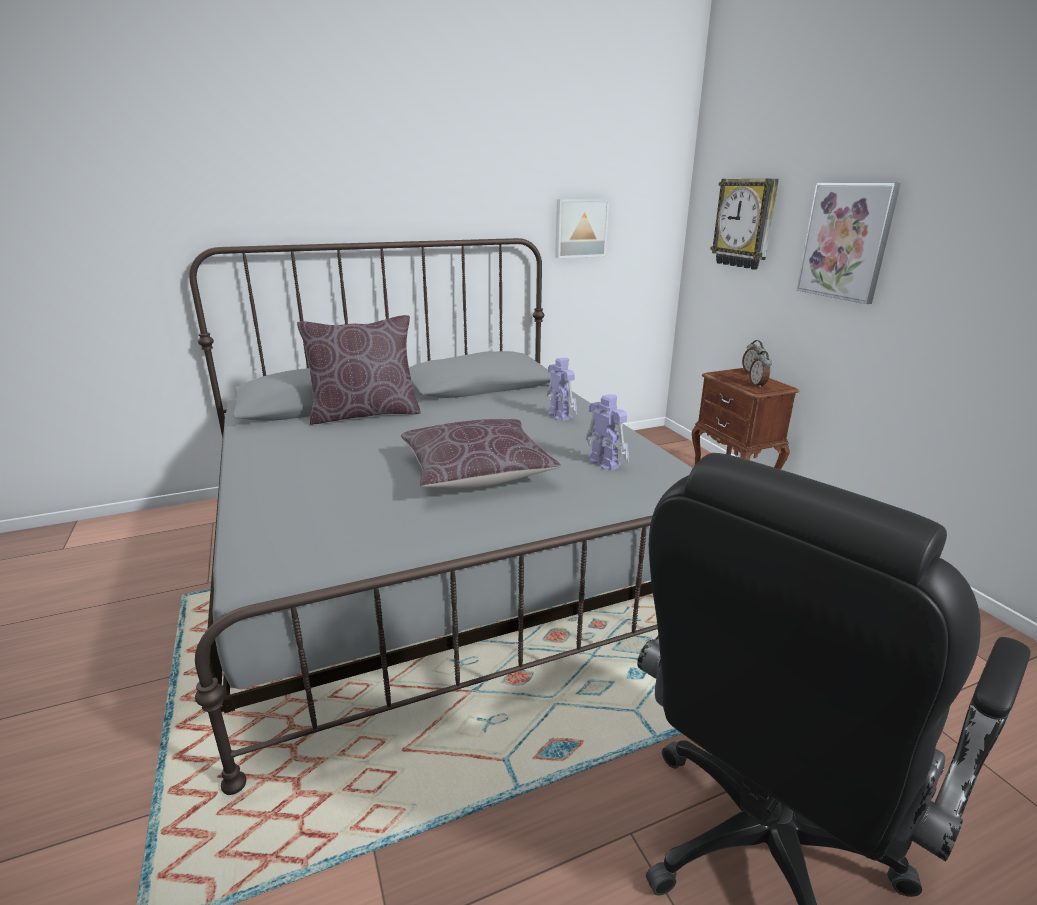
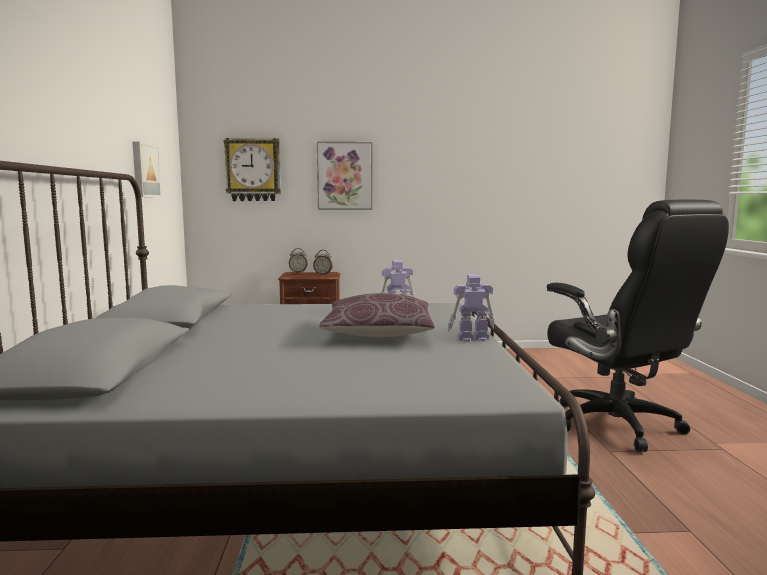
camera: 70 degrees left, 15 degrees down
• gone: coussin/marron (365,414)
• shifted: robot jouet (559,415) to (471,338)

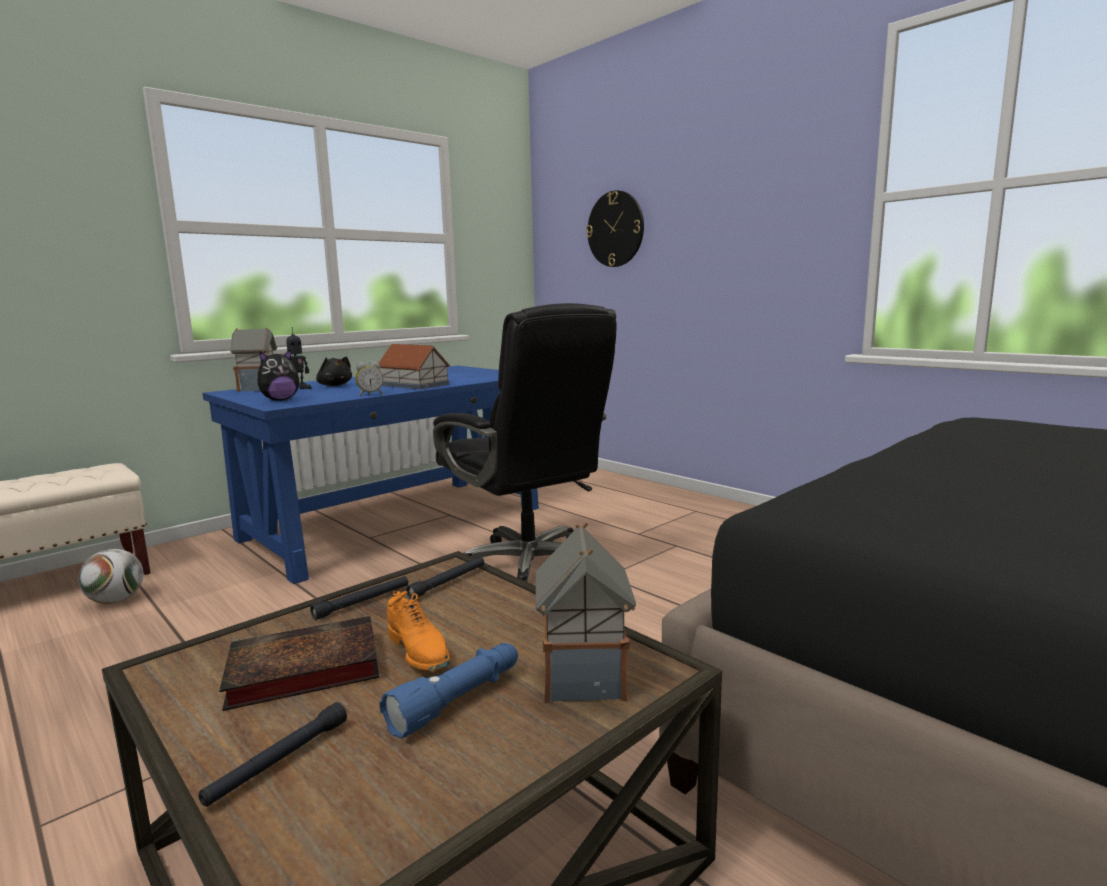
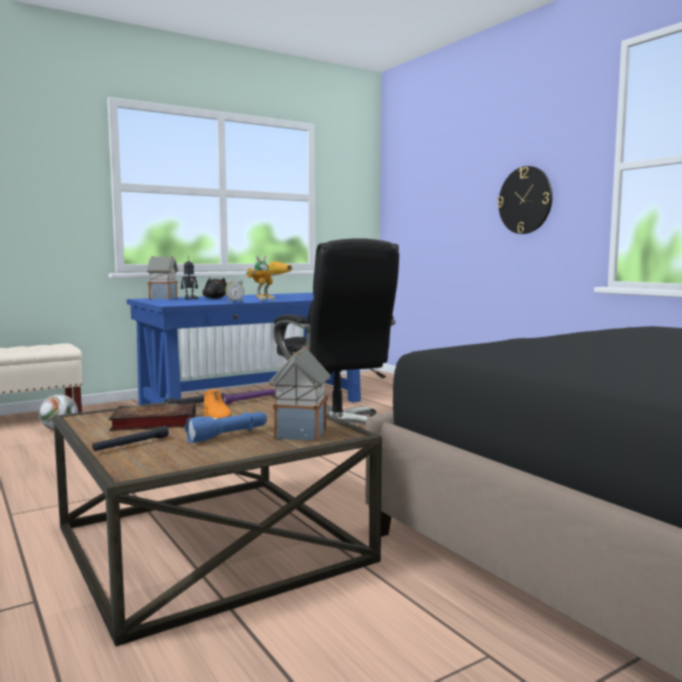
camera: 10 degrees right, 5 degrees down
• gone: peluche (280,400)
• swapped: maison miniature (414,385) to robot jouet (269,299)
• repainted: lampe de poche/noir (448,582) to lampe de poche/violet (250,399)
• shifted: horloge murale (615,229) to (525,200)

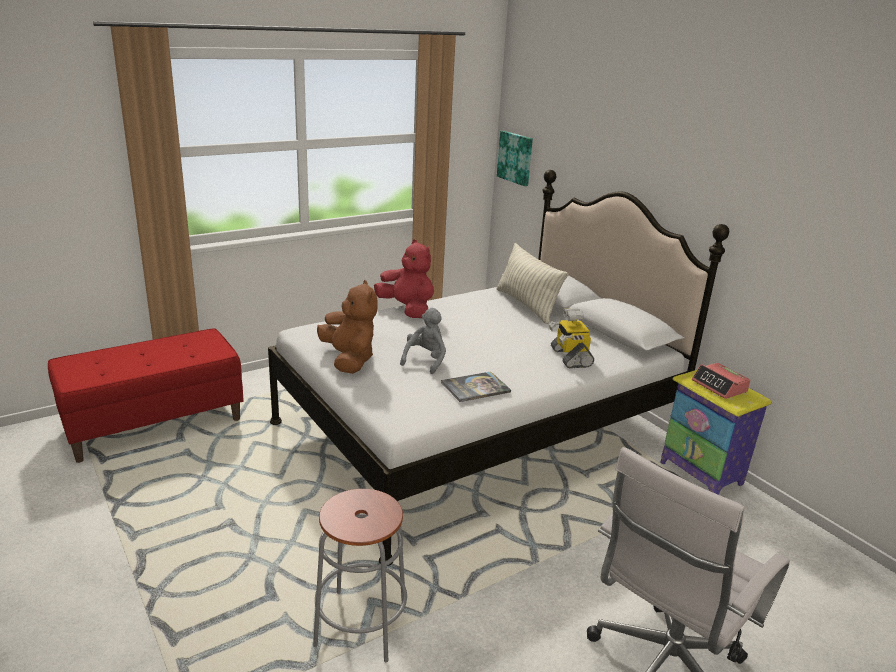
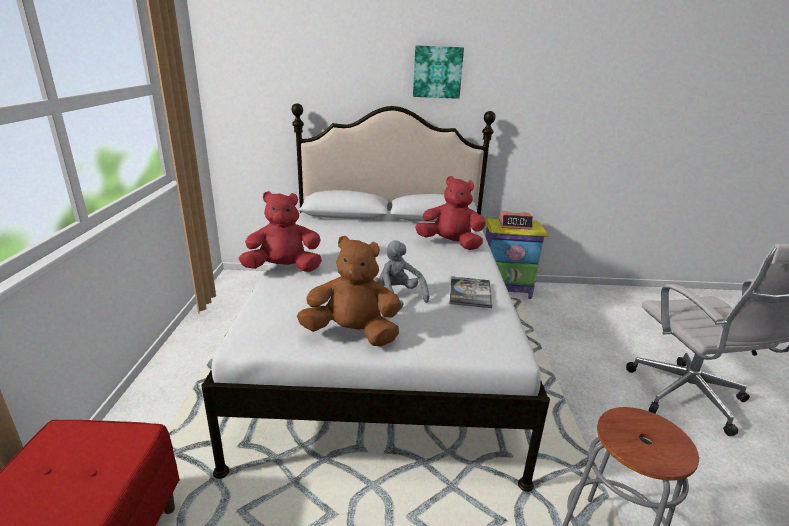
camera: 55 degrees left, 0 degrees up
• shifted: tableau (516,158) to (437,72)
• gone: coussin (526,305)
• swapped: robot jouet (569,357) to peluche/rouge (450,244)

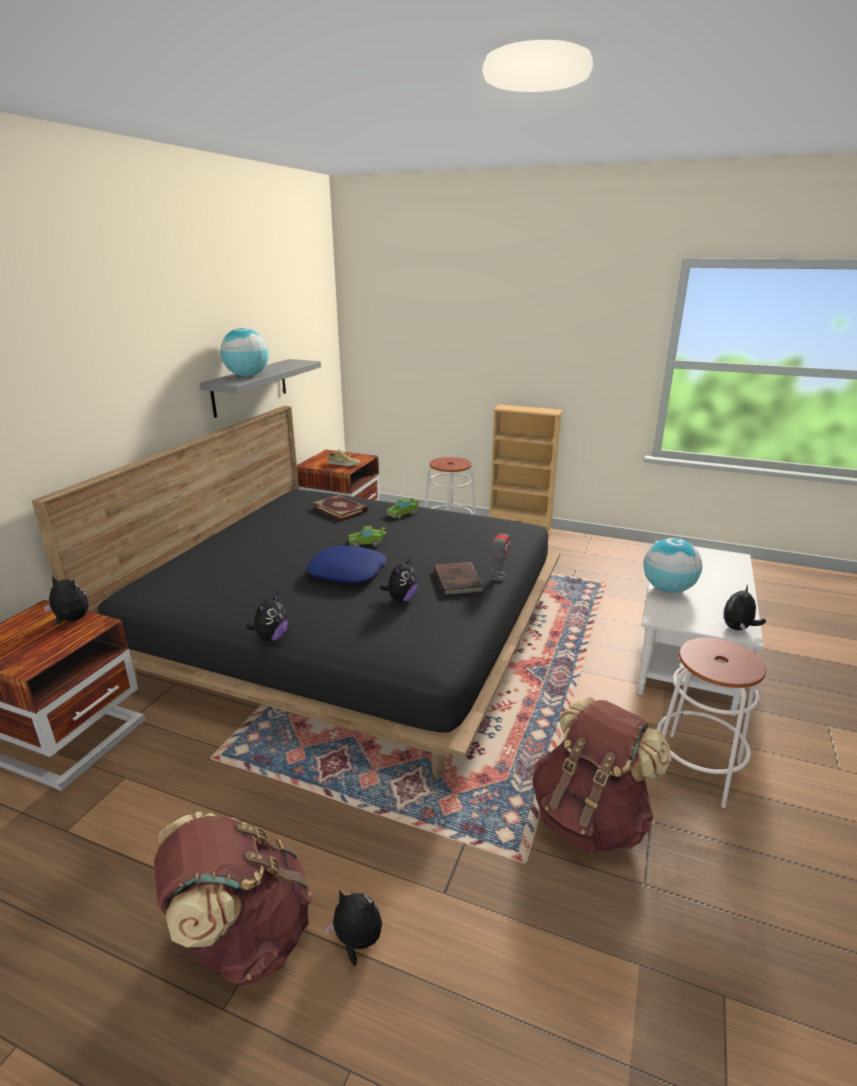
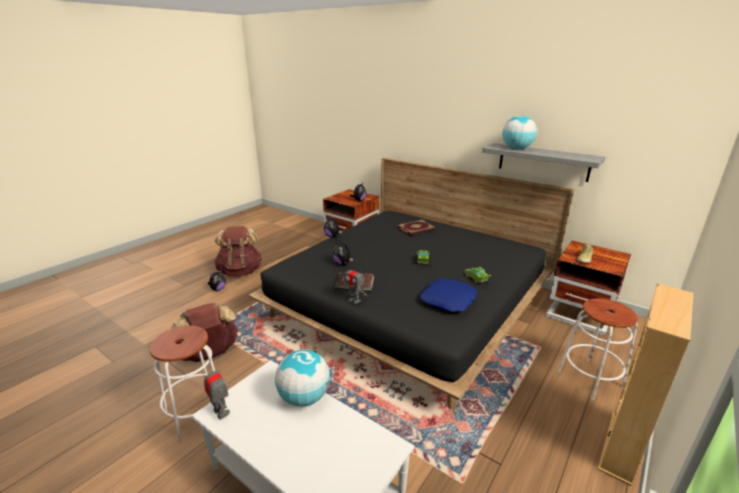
camera: 105 degrees right, 0 degrees up
• shifted: coussin/bleu (347,571) to (448,300)
• shifted: livre (340,509) to (416,229)
• swapped: peluche (738,628) to robot jouet (221,412)

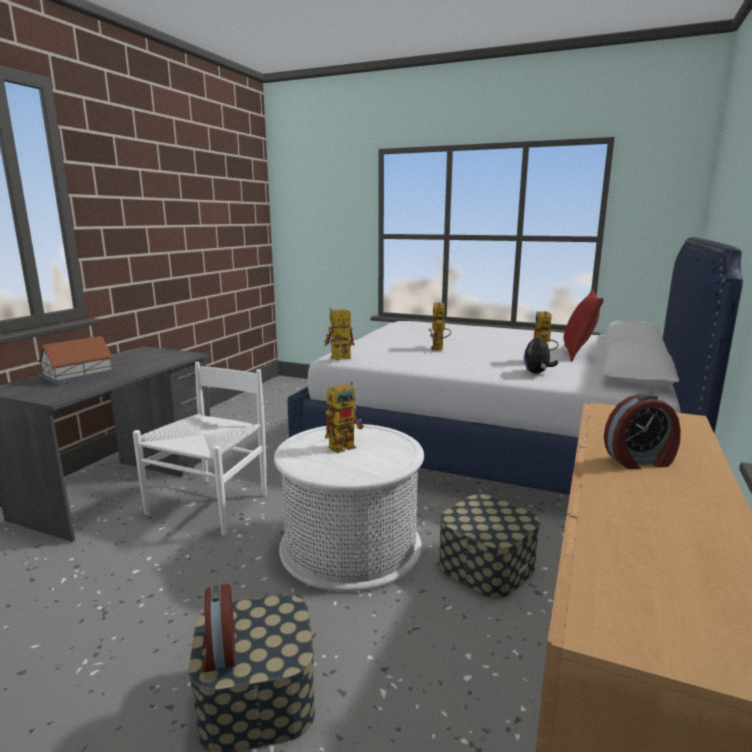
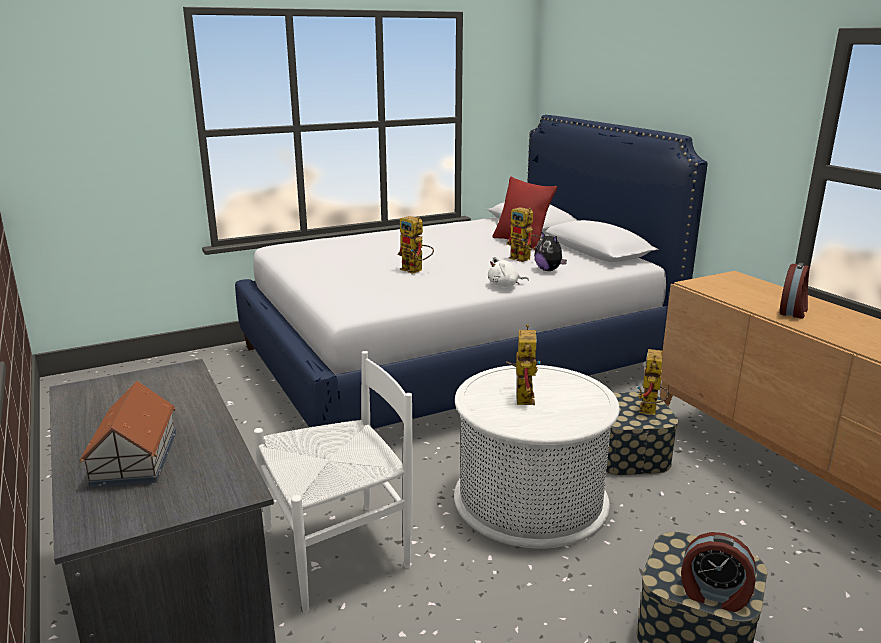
camera: 50 degrees left, 5 degrees up
• rotated: chaise/blanc (212,505) = (339,551) 90 degrees clockwise
• shifted: robot jouet (337,359) to (650,412)
• new: peluche/blanc (505,285)

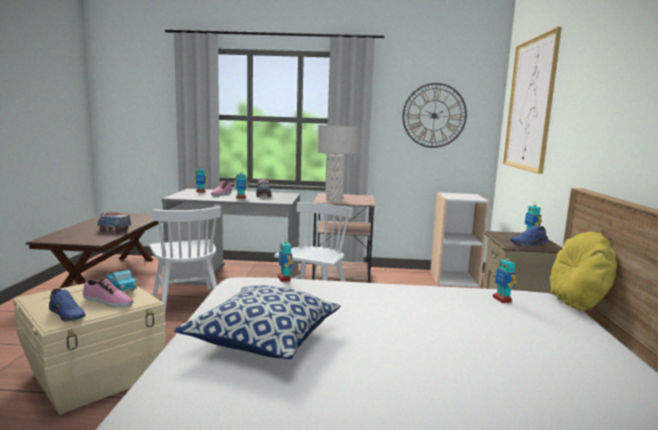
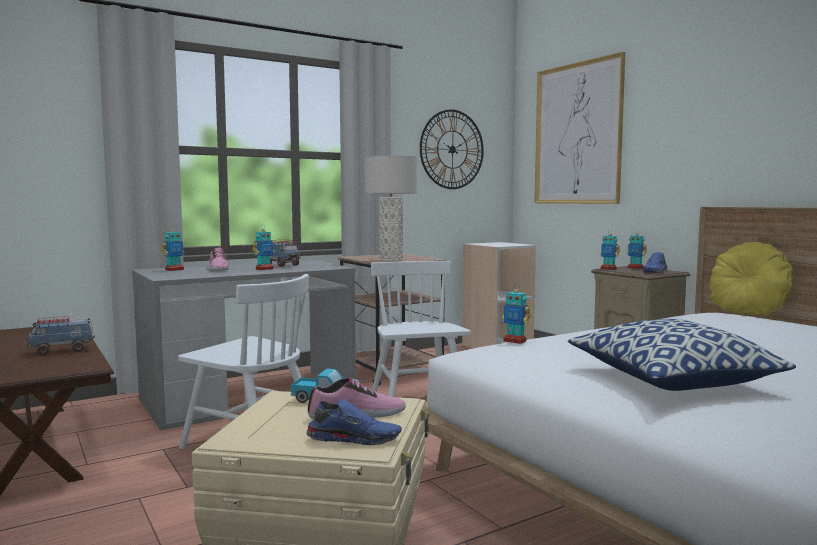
camera: 35 degrees left, 5 degrees down
• shifted: robot jouet (502,299) to (608,268)

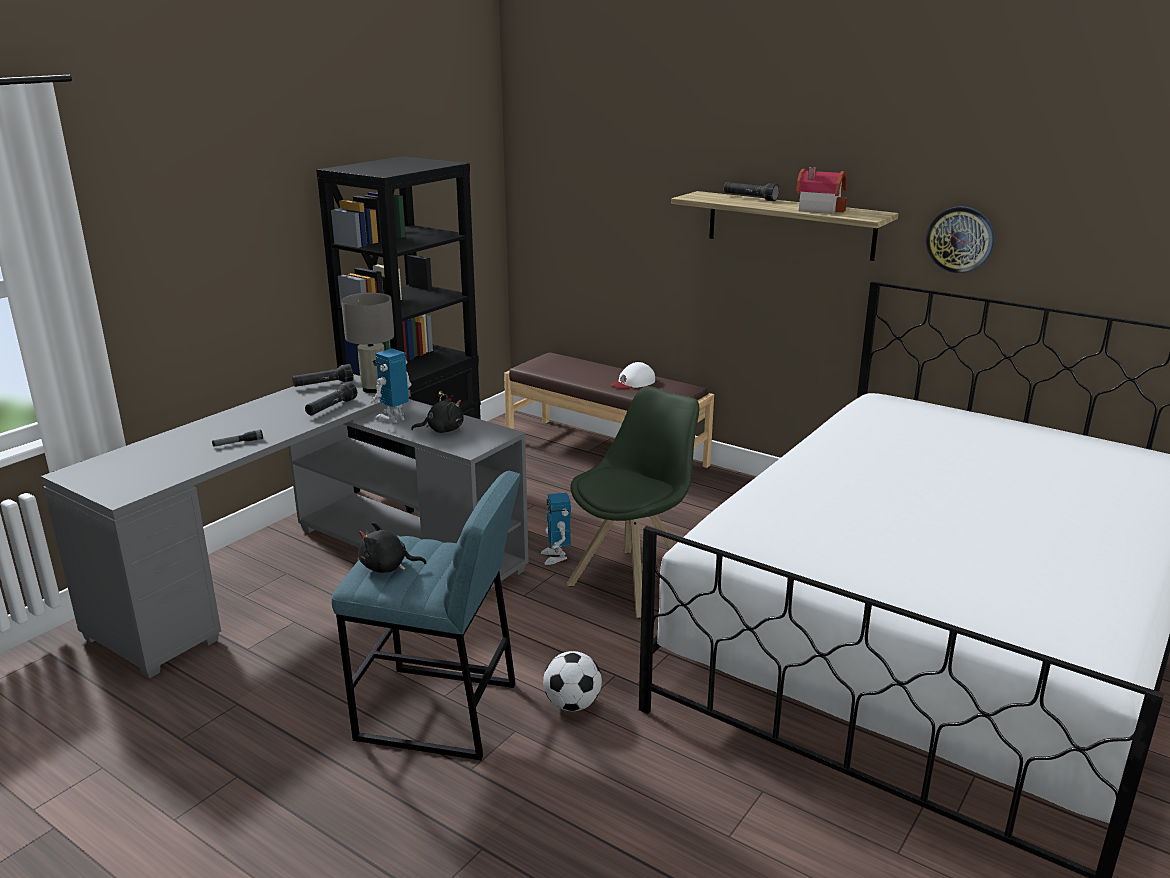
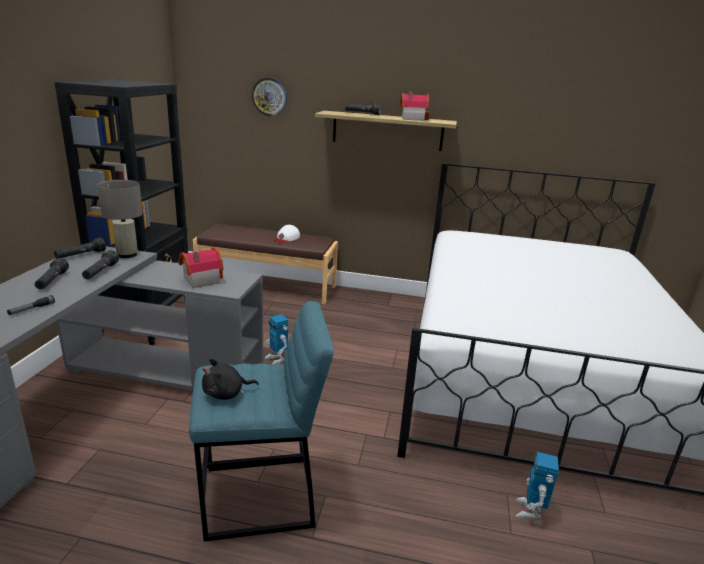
camera: 25 degrees left, 0 degrees up
• shifted: robot jouet (393,418) to (530,511)
• swapped: peluche/noir (442,430) to maison miniature (200,279)
• gone: ballon de foot (572,704)
• gone: chaise/vert (633,581)
• shifted: horloge murale (960,239) to (269,97)
• new: lampe de poche/noir (52,281)

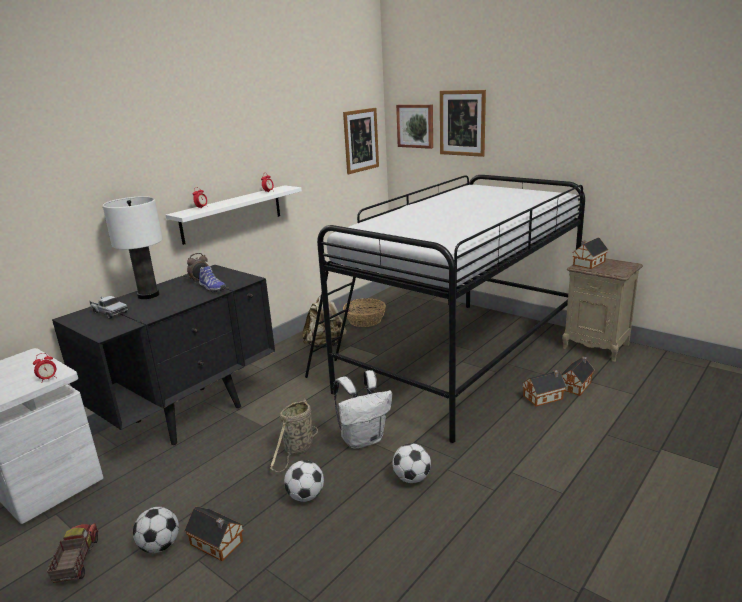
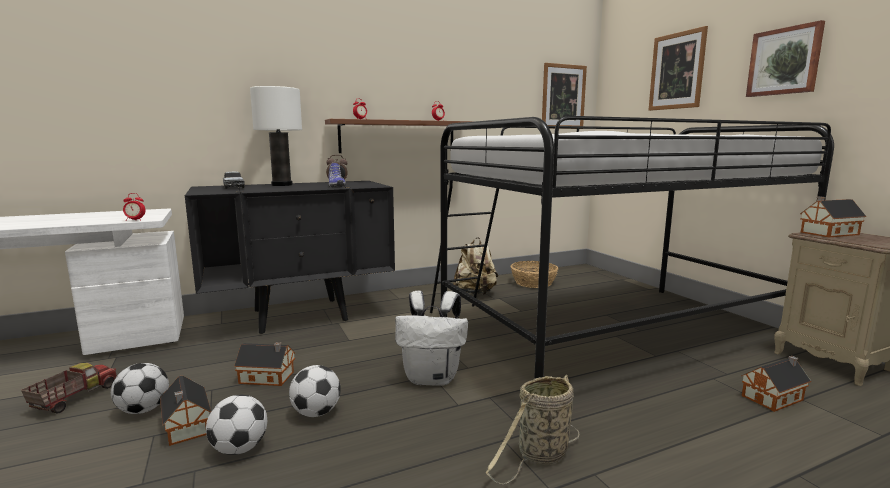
camera: 25 degrees right, 10 degrees down
• repainted: étagère/blanc (232,214) to étagère/marron (398,137)
• shifted: panier (298,449) to (540,456)
• shifted: ballon de foot (411,478) to (239,448)
• shifted: tableau (415,126) to (784,61)
• shifted: maison miniature (544,397) to (268,378)

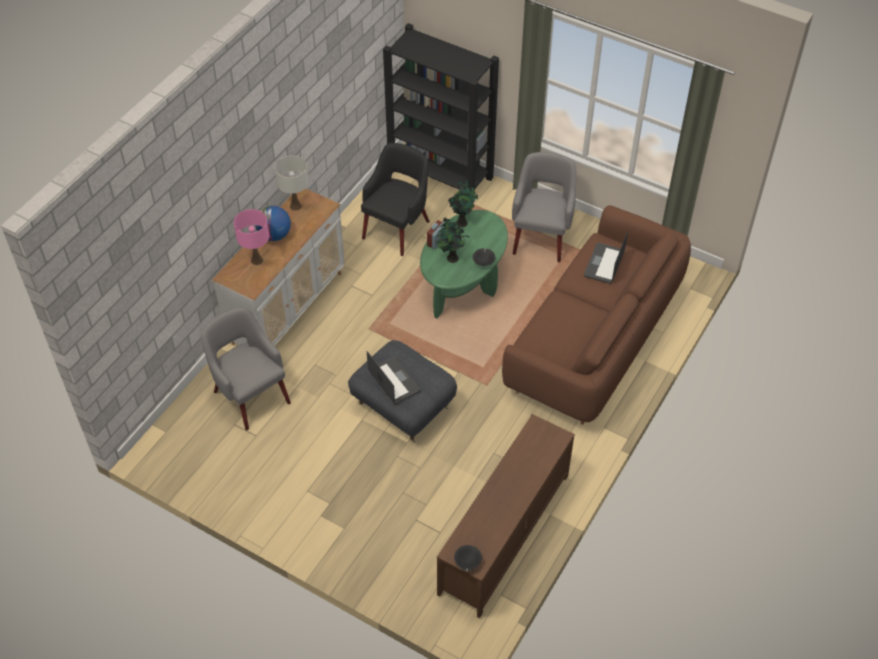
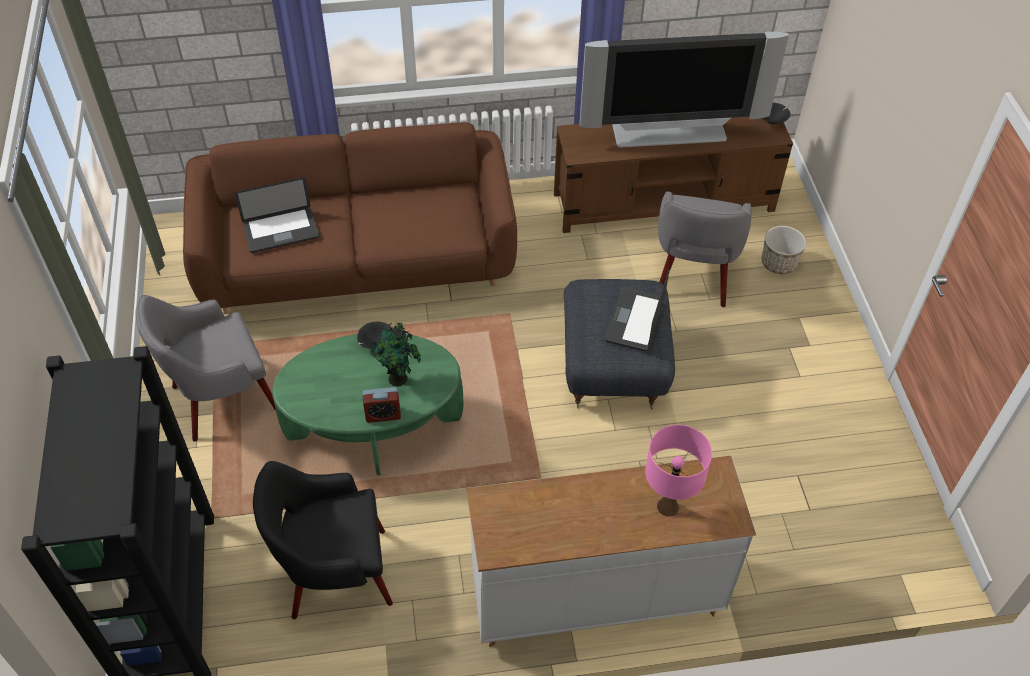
camera: 130 degrees left, 0 degrees up
• shifted: fauteuil/gris (250,396) to (693,274)
• gone: globe (274,235)
• gone: lampe de table/blanc (295,206)
• gone: plante en pot (462,222)
• new: téléviseur (669,134)
• new: cache-pot (779,263)

